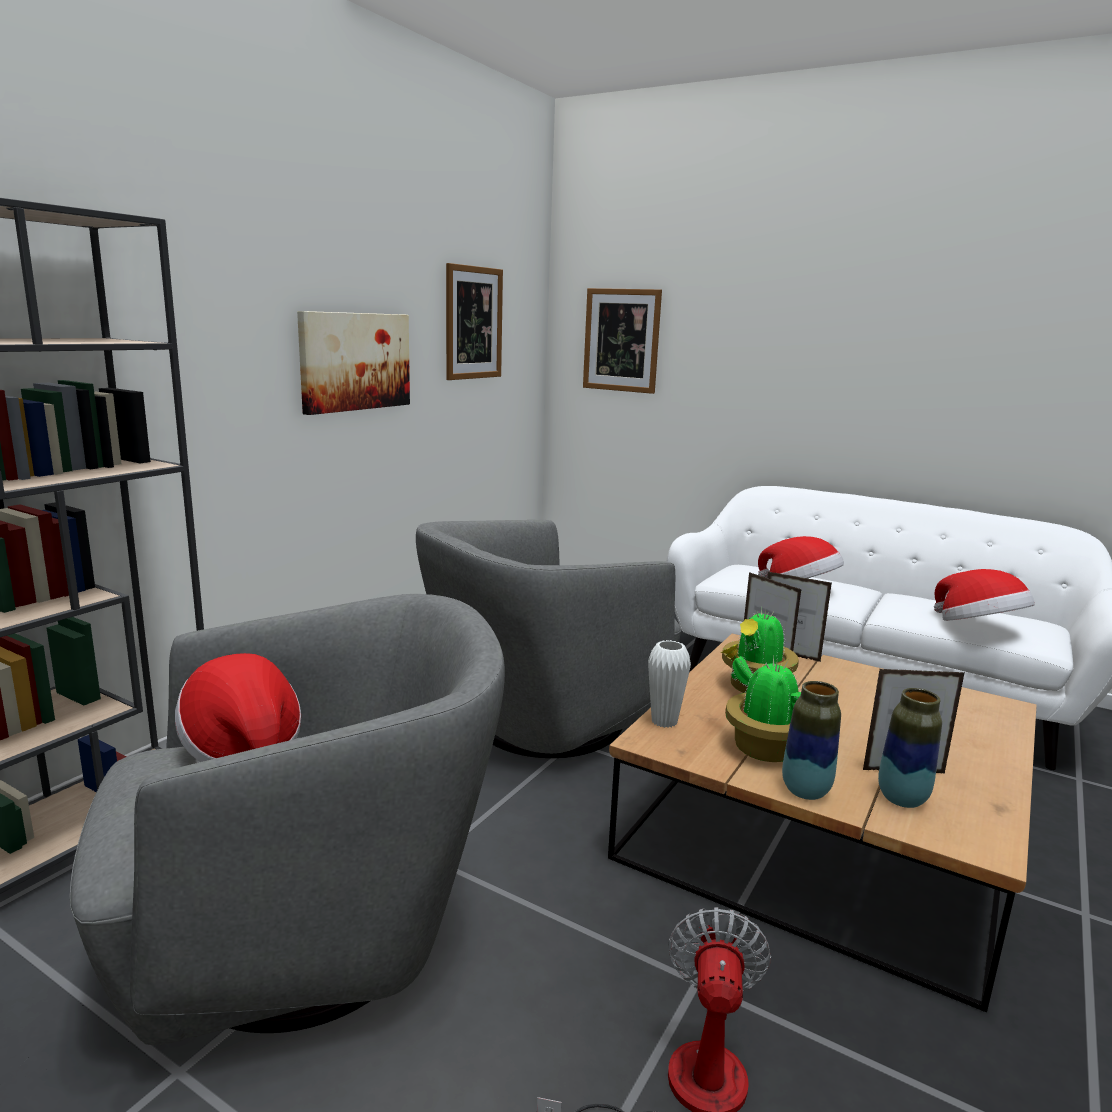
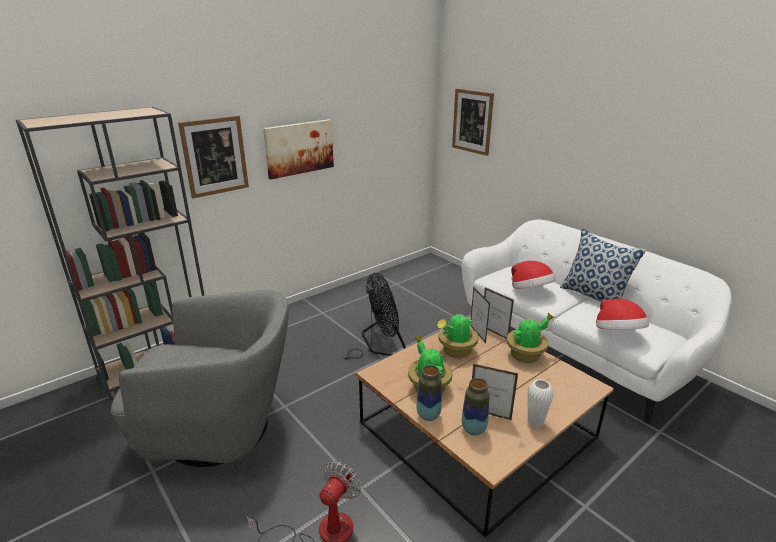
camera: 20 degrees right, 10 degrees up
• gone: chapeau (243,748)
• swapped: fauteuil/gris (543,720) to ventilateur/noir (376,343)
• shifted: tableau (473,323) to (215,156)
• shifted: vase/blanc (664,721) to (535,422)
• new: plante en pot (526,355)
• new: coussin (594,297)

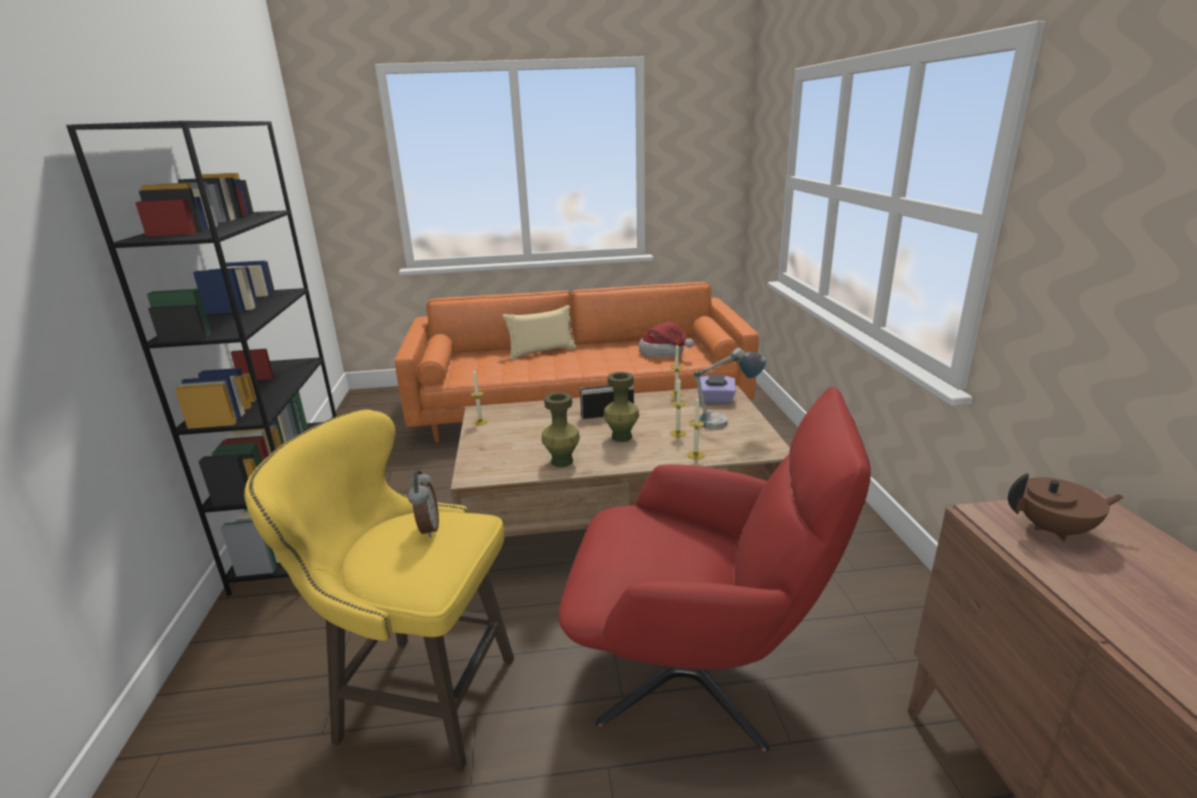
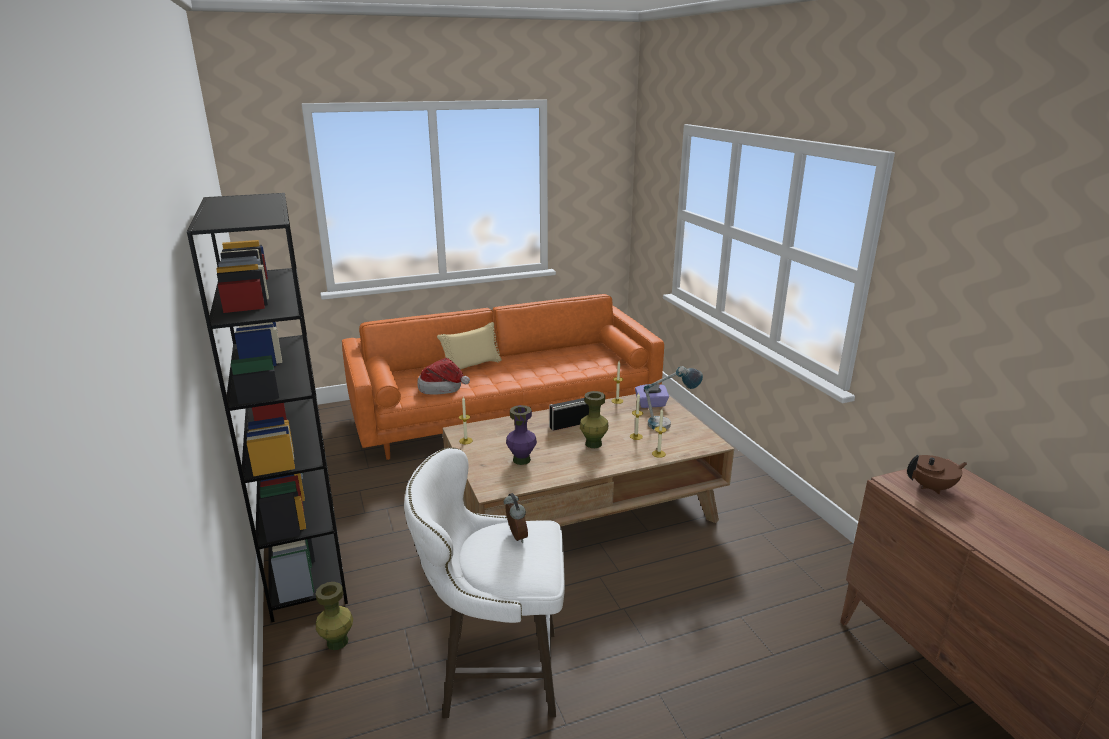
camera: 15 degrees left, 0 degrees up
• repainted: tabouret/jaune (420,696) to tabouret/blanc (494,672)
• shifted: vase/vert (562,461) to (337,642)
• gone: fauteuil/rouge (693,672)
• shifted: chapeau (665,353) to (443,388)
• new: vase/violet (521,460)

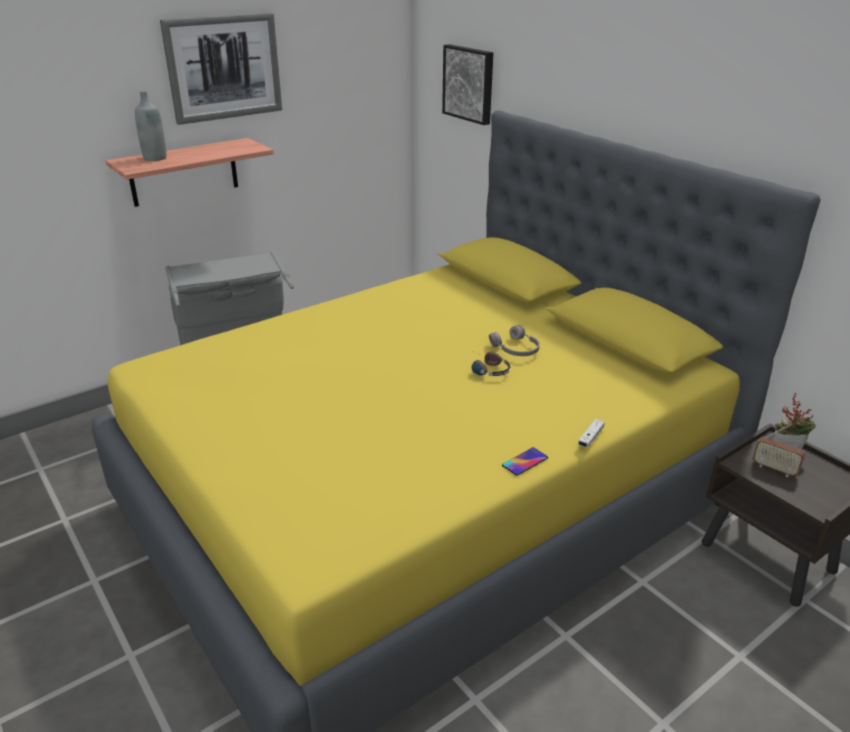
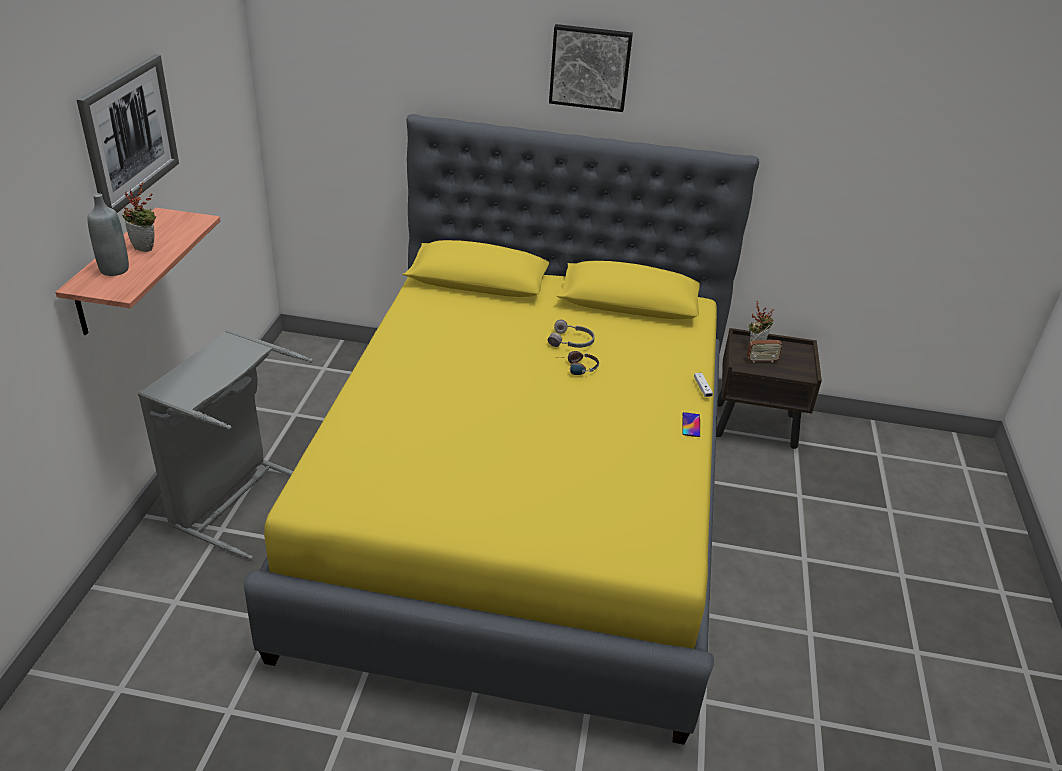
camera: 45 degrees left, 5 degrees up
• shifted: tableau (469,83) to (590,67)
• new: plante en pot (146,247)

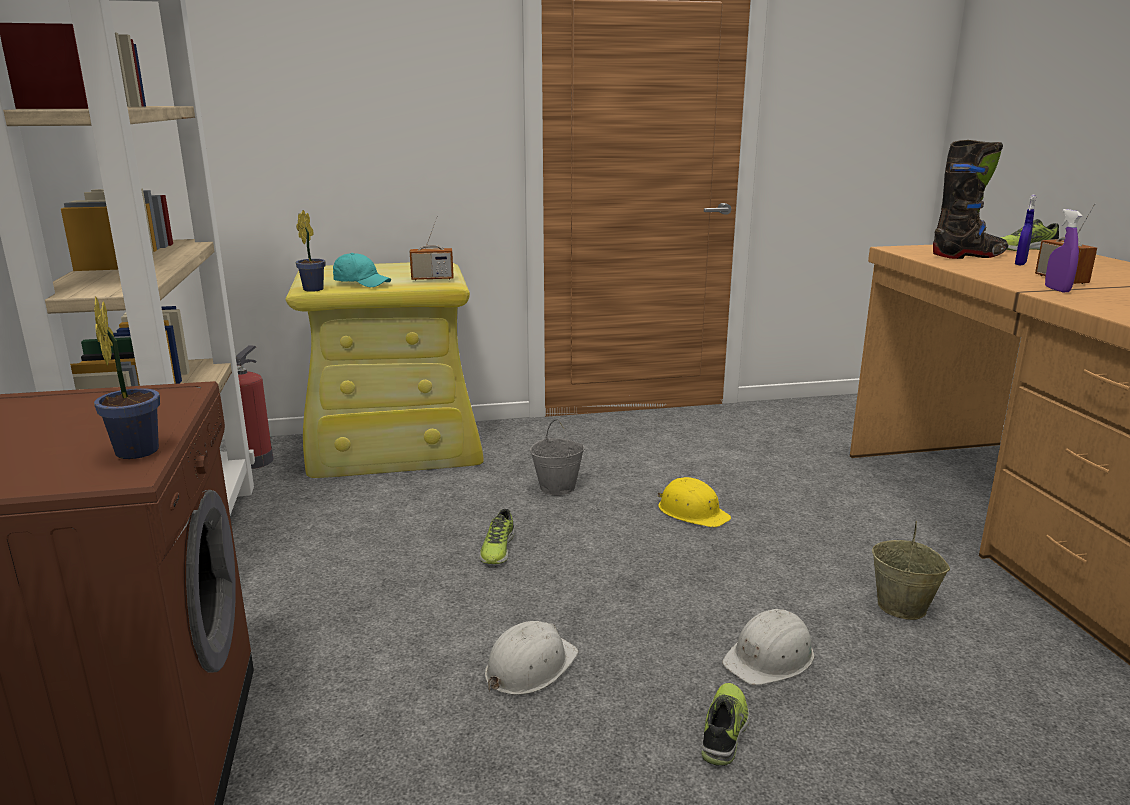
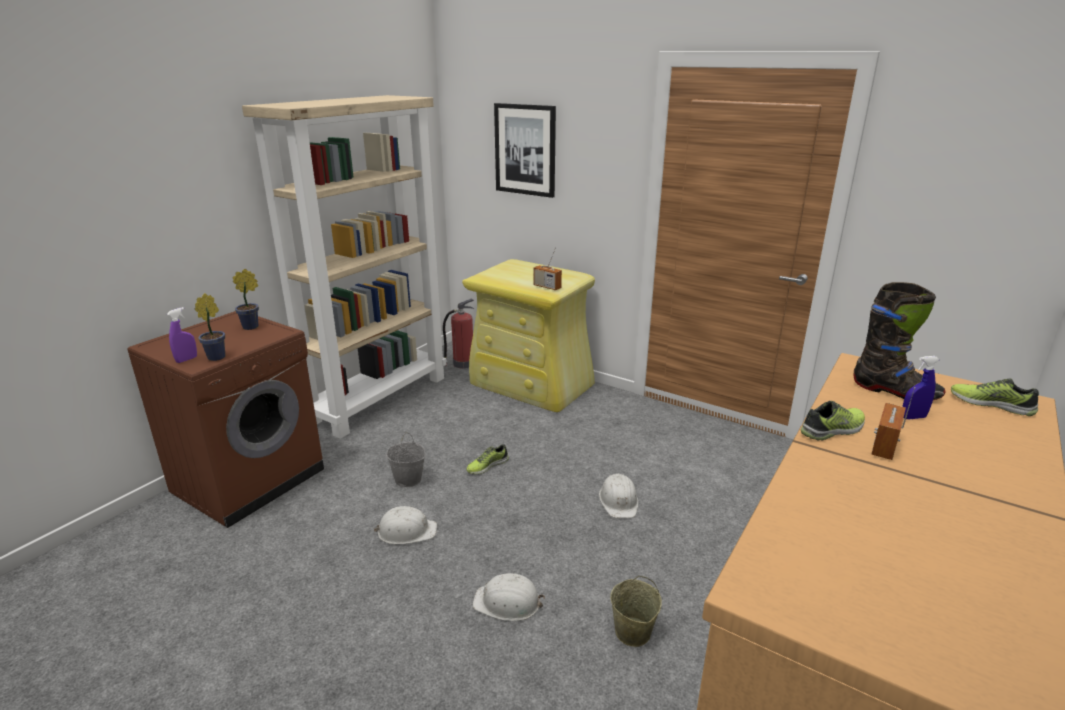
camera: 45 degrees right, 5 degrees up
• shifted: plante en pot (314,289) to (253,326)
• gone: casquette/turquoise (361,283)
• shifted: seau/gris (558,488) to (409,480)
• repainted: casque de chantier/jaune (692,512) to casque de chantier/blanc (619,501)
• shifted: chaussure (725,731) to (833,430)
• shifted: vaporisateur/violet (1057,289) to (186,359)
• new: tableau (525,150)

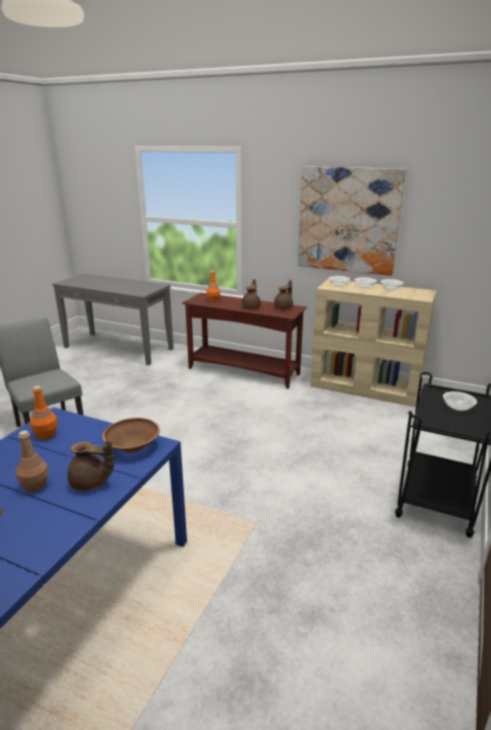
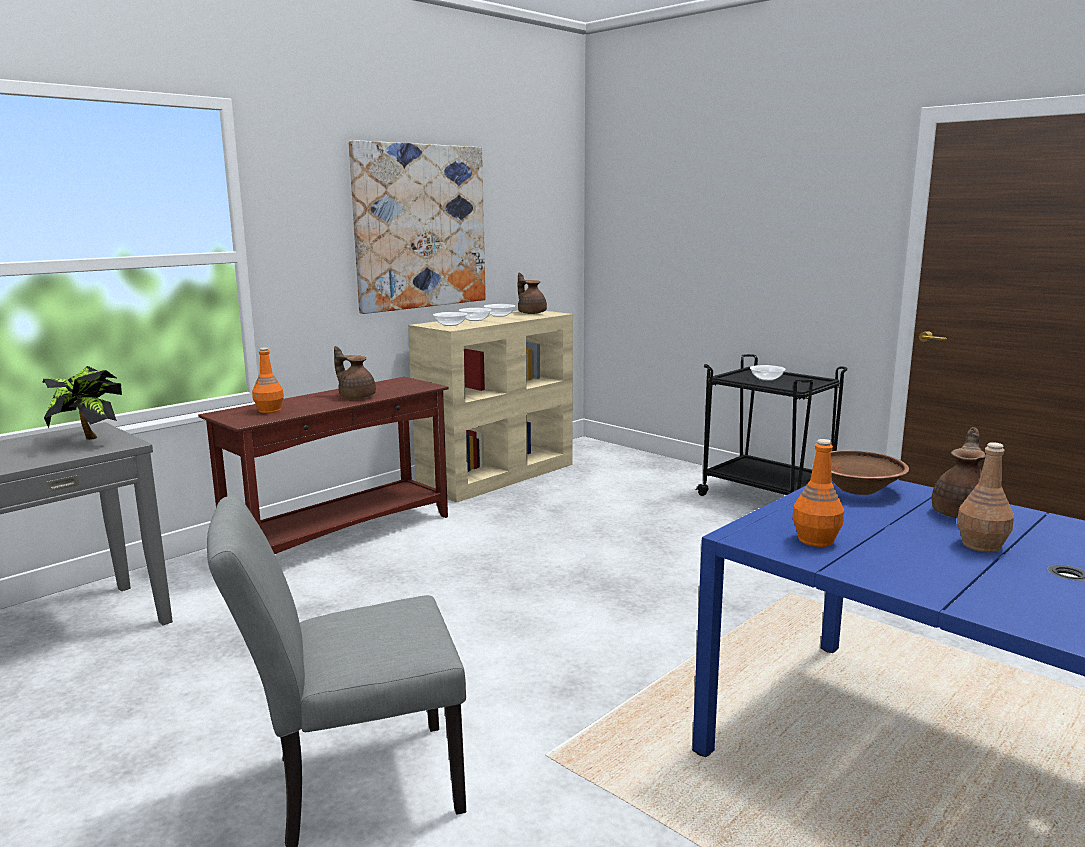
camera: 70 degrees left, 10 degrees down
• shifted: théière/marron (284,307) to (531,313)
• new: plante en pot (88,441)

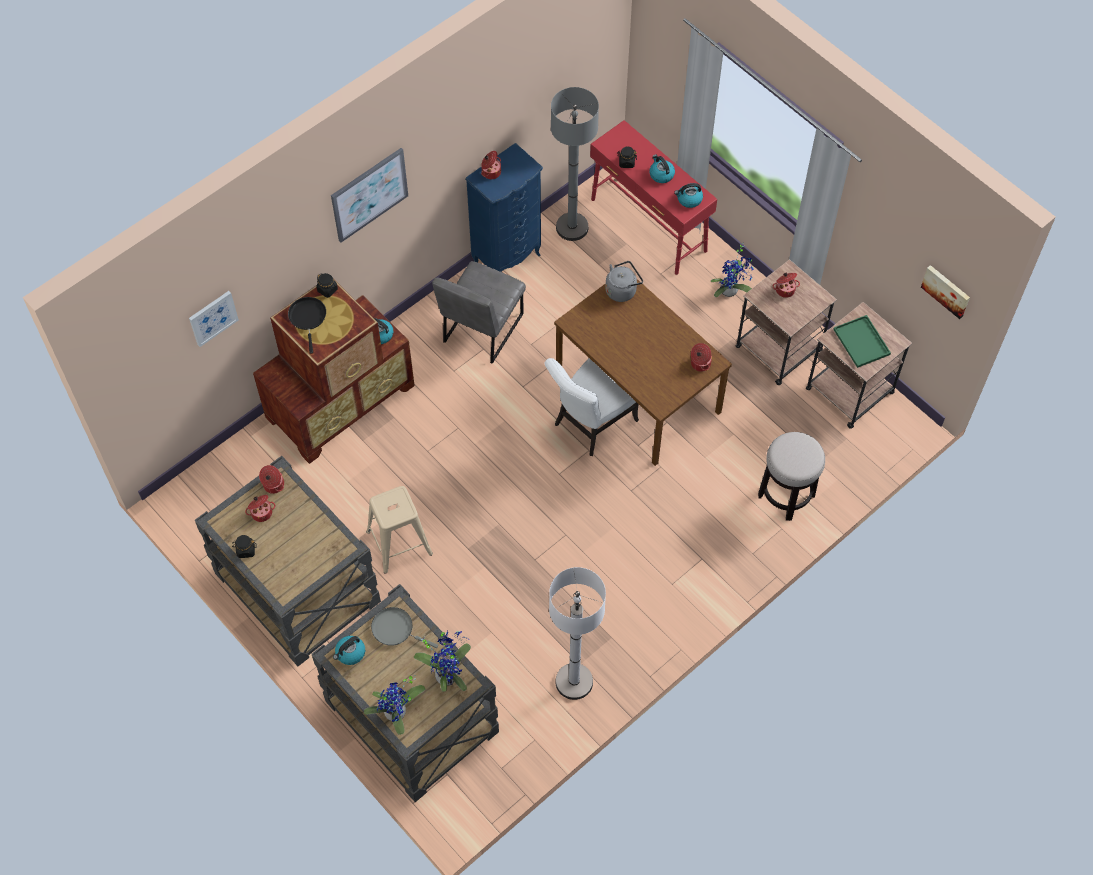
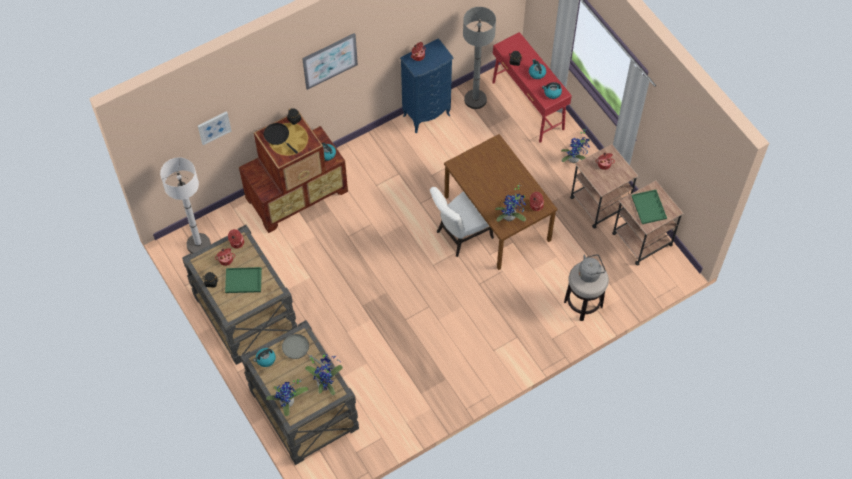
camera: 10 degrees right, 0 degrees up
• rotated: poêle/noir (308,318) = (278,136) 45 degrees counterclockwise
• gone: tabouret/beige (399,543)
• gone: chaise/gris (481,329)
• shifted: lampadaire/blanc (574,682) to (198,244)
• shifted: bouilloire/gris (622,290) to (590,273)
• gone: tableau (946,290)
• new: plateau/vert (242,281)
• new: plante en pot (511,217)

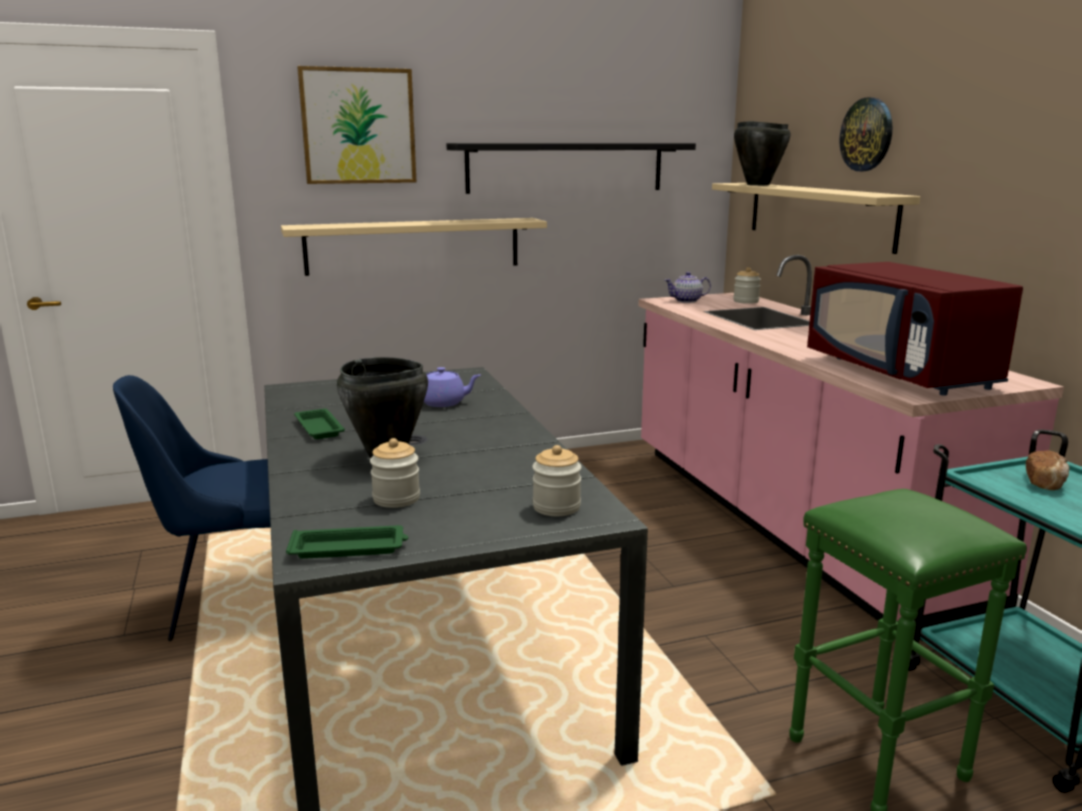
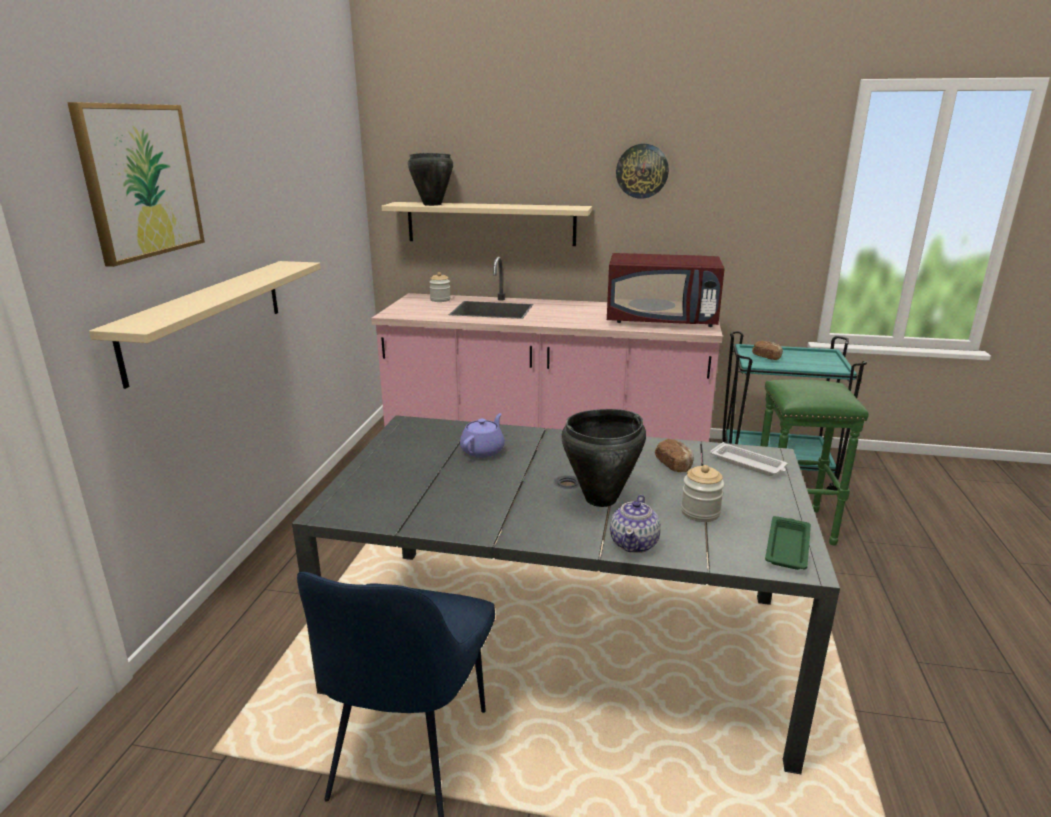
camera: 60 degrees left, 5 degrees up
• gone: plateau/vert (319,428)
• gone: étagère/noir (566,167)
• swapped: bocal (556,507) to plateau/blanc (748,464)
• shifted: théière (687,301) to (634,543)
• shifted: horloge murale (867,134) to (642,171)
• new: pain (674,465)

